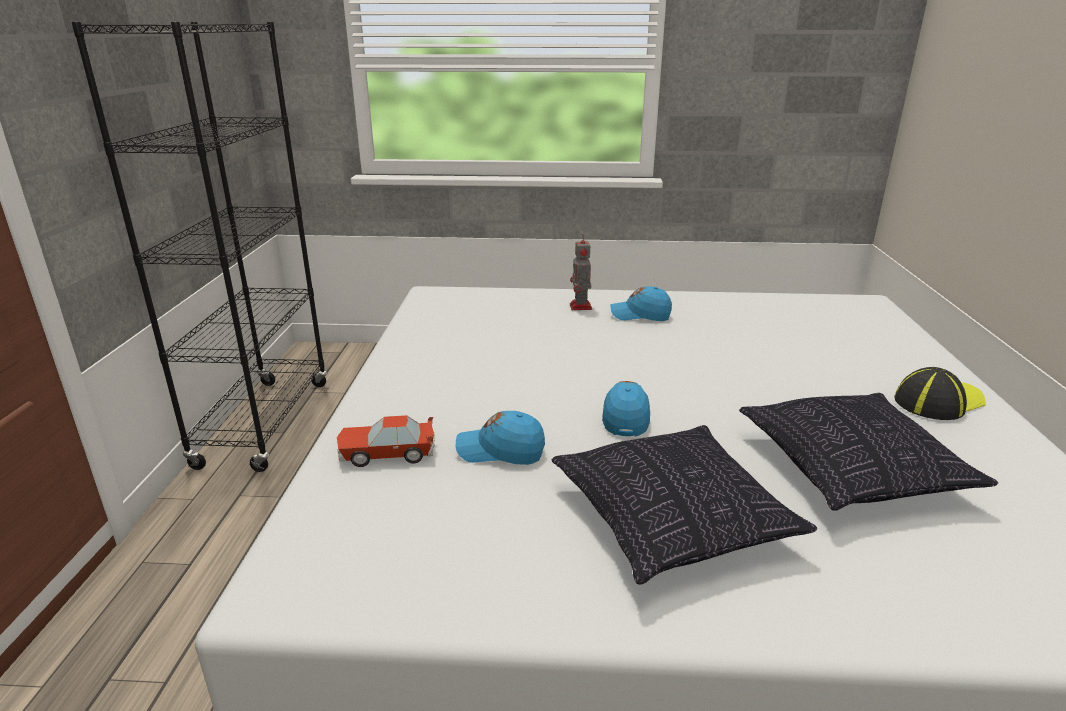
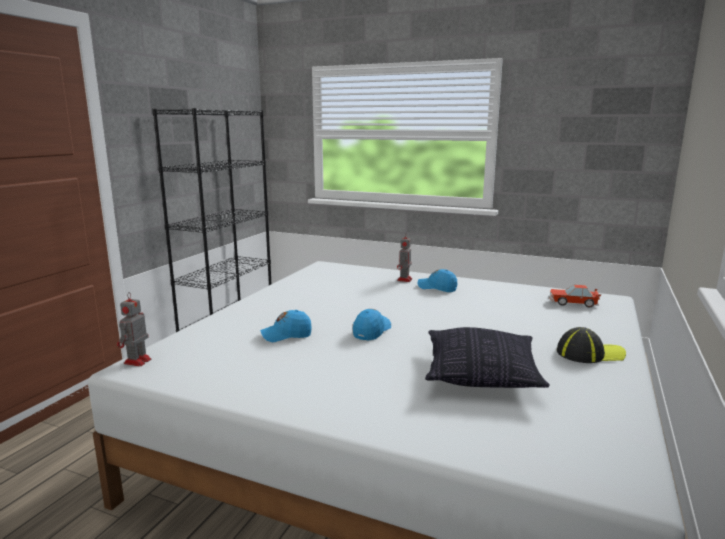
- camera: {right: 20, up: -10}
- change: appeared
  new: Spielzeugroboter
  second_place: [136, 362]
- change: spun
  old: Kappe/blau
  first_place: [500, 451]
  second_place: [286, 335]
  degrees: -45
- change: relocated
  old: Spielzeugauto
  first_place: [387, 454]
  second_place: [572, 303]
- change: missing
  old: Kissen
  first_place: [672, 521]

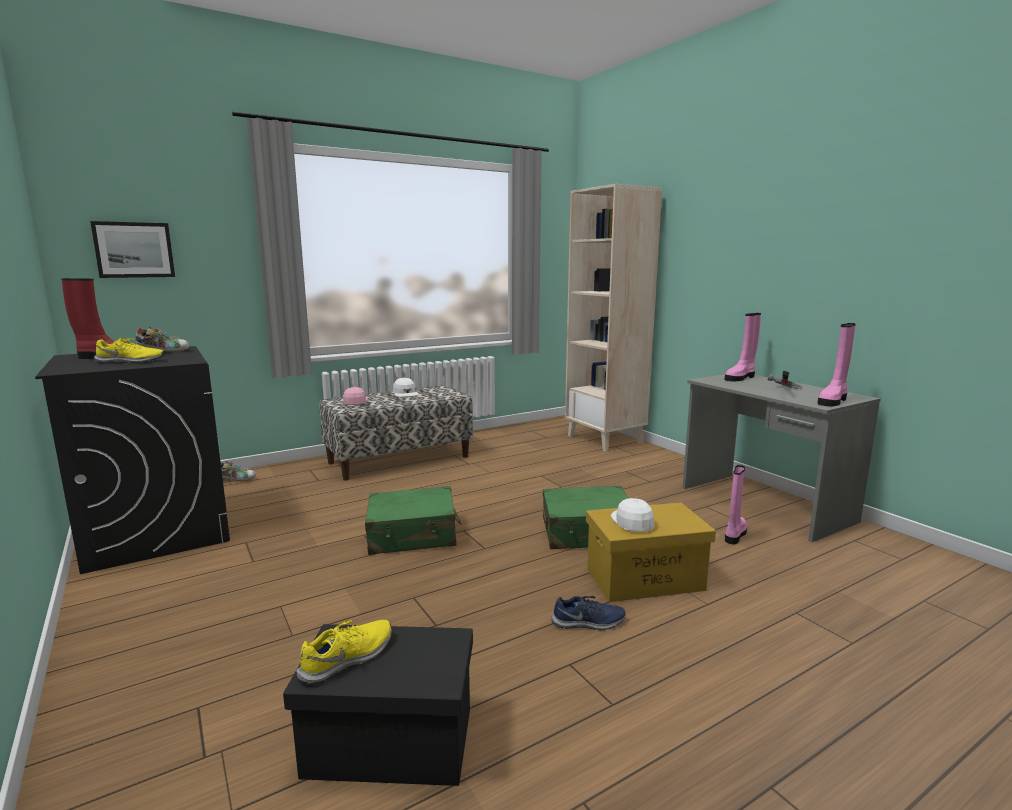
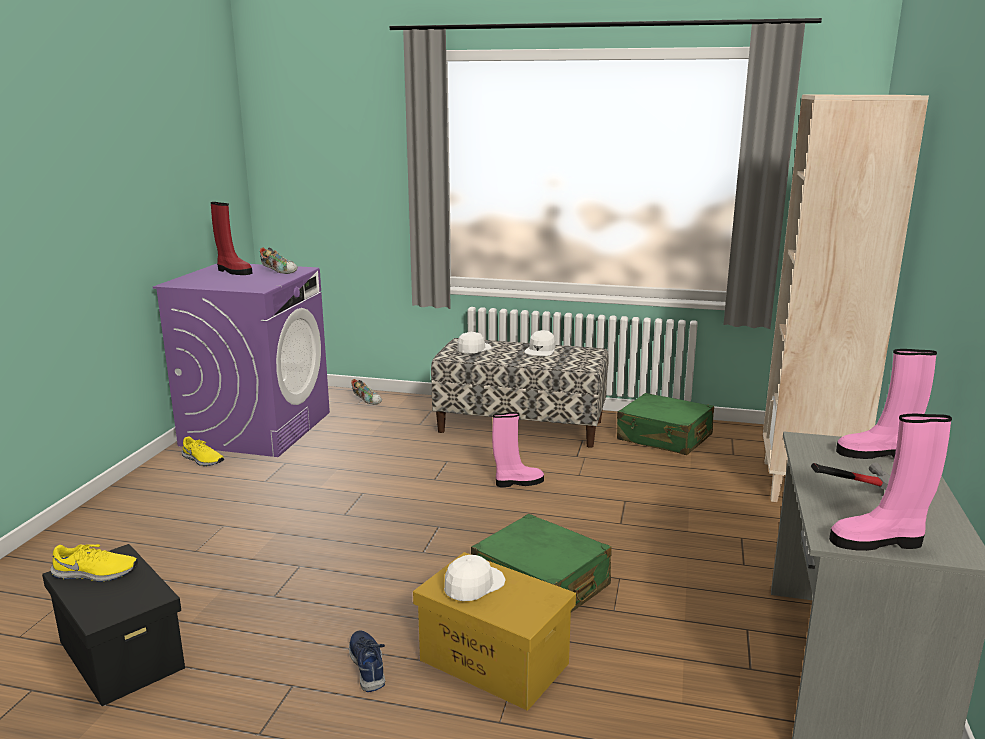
- camera: {right: 45, up: 5}
- change: colour
  old: Waschmaschine/schwarz
  new: Waschmaschine/lila
  first_place: [156, 530]
  second_place: [257, 428]
- change: relocated
  old: Schuh/gelb
  first_place: [130, 361]
  second_place: [202, 460]
- change: spun
  old: Schuh/blau
  first_place: [588, 623]
  second_place: [368, 665]
  degrees: -150
- change: colour
  old: Kappe/rosa
  new: Kappe/weiß
  first_place: [355, 402]
  second_place: [473, 349]
- change: relocated
  old: Stiefel/rosa
  first_place: [734, 535]
  second_place: [518, 482]
- change: relocated
  old: Koffer/grün
  first_place: [413, 535]
  second_place: [664, 438]
- change: missing
  old: Bild
  first_place: [134, 250]

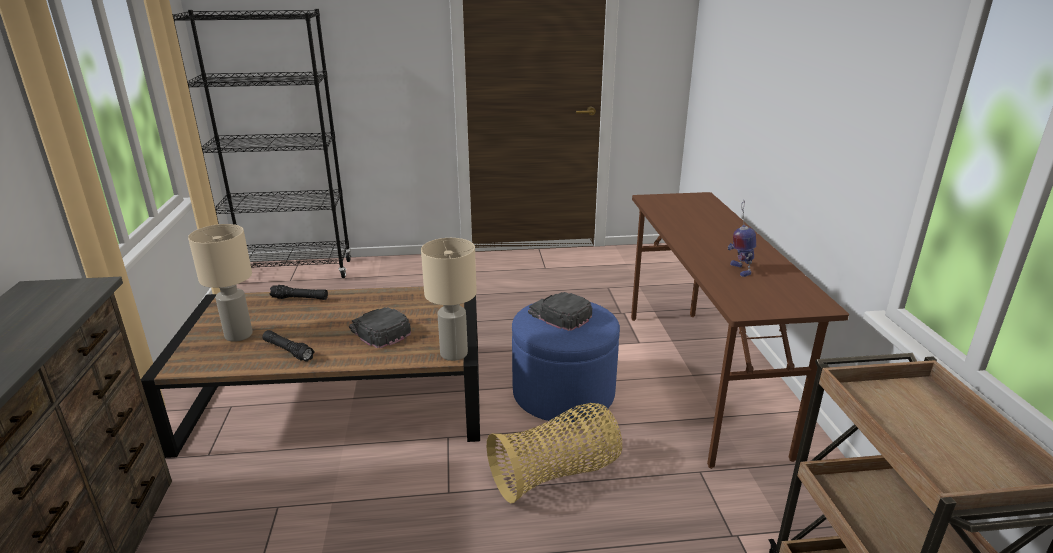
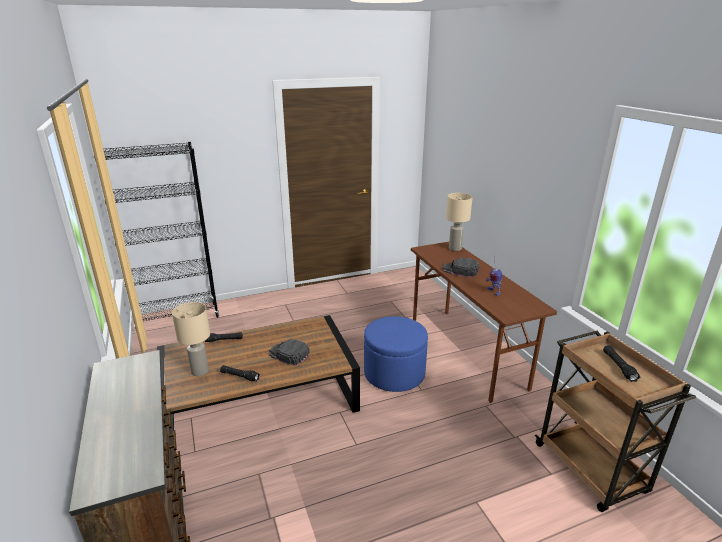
- camera: {right: -15, up: 0}
- change: relocated
  old: Kappe/schwarz
  first_place: [559, 315]
  second_place: [460, 270]
- change: relocated
  old: Tischlampe/beige
  first_place: [454, 354]
  second_place: [455, 248]
- change: appeared
  new: Taschenlampe/schwarz
  second_place: [619, 366]
- change: missing
  old: Korb
  first_place: [556, 474]

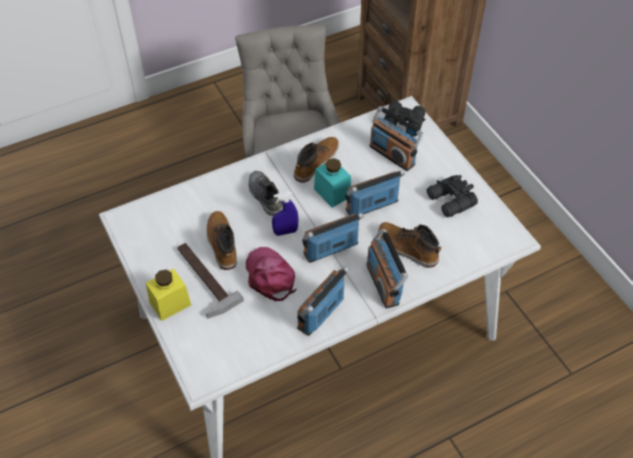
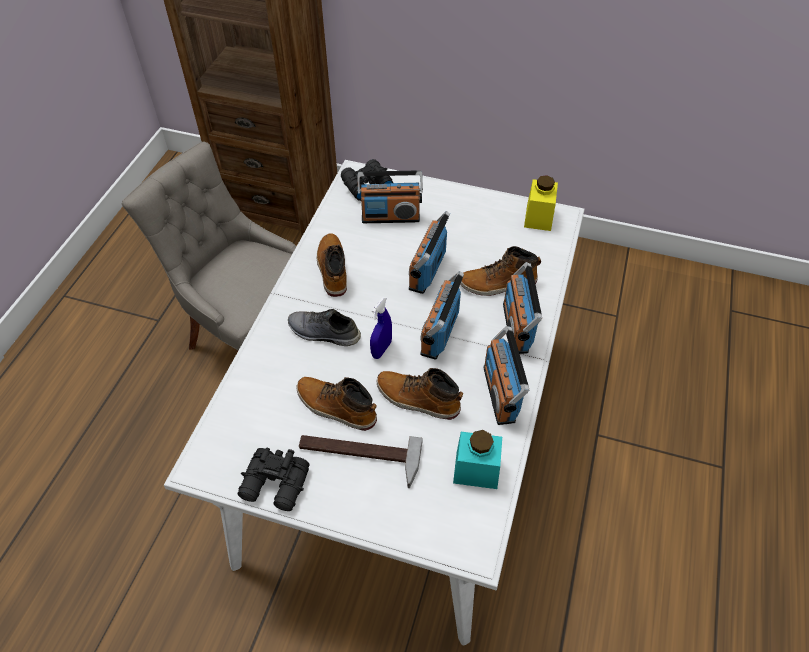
- camera: {right: -45, up: 0}
- change: relocated
  old: Fernglas/schwarz
  first_place: [450, 201]
  second_place: [276, 485]
- change: exchanged
  old: Kappe/rosa
  new: Stiefel
  first_place: [270, 276]
  second_place: [417, 399]
- change: relocated
  old: Vorratsglas/türkis
  first_place: [332, 193]
  second_place: [476, 470]
- change: spun
  old: Radio
  first_place: [383, 284]
  second_place: [516, 327]
  degrees: 60
- change: relocated
  old: Vorratsglas/gelb
  first_place: [170, 303]
  second_place: [538, 217]

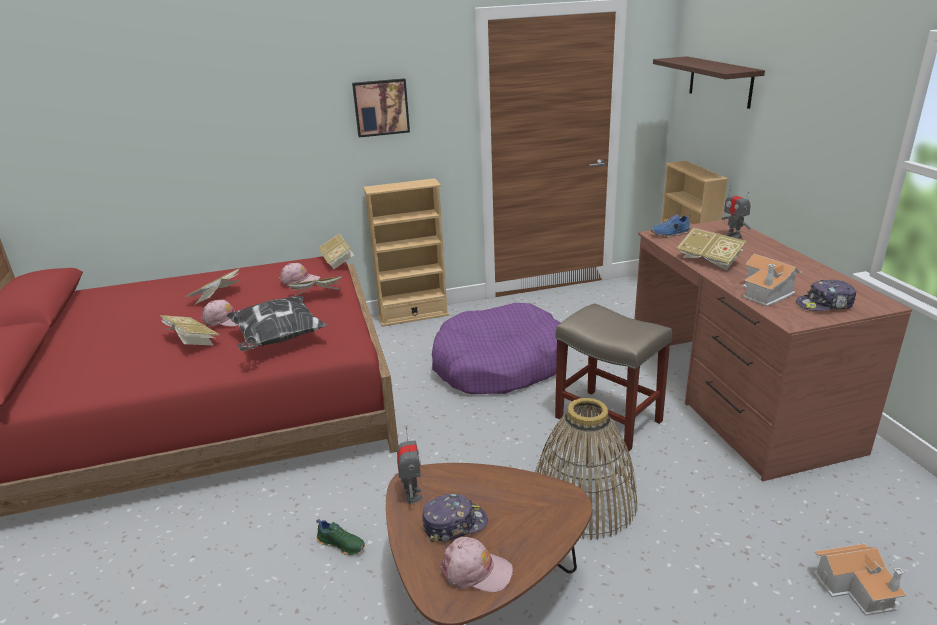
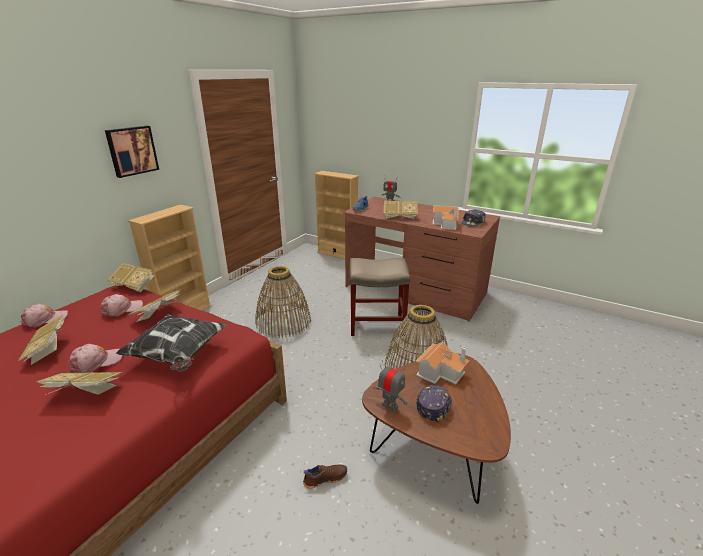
- camera: {right: -45, up: 0}
- change: relocated
  old: Kappe/rosa
  first_place: [476, 571]
  second_place: [45, 319]
- change: exchanged
  old: Hundebett/lila
  new: Korb
  first_place: [498, 365]
  second_place: [283, 322]
- change: colour
  old: Schuh/grün
  new: Schuh/braun
  first_place: [342, 544]
  second_place: [325, 478]
- change: relocated
  old: Spielzeughaus
  first_place: [856, 588]
  second_place: [441, 371]
- change: missing
  old: Wandregal
  first_place: [720, 81]

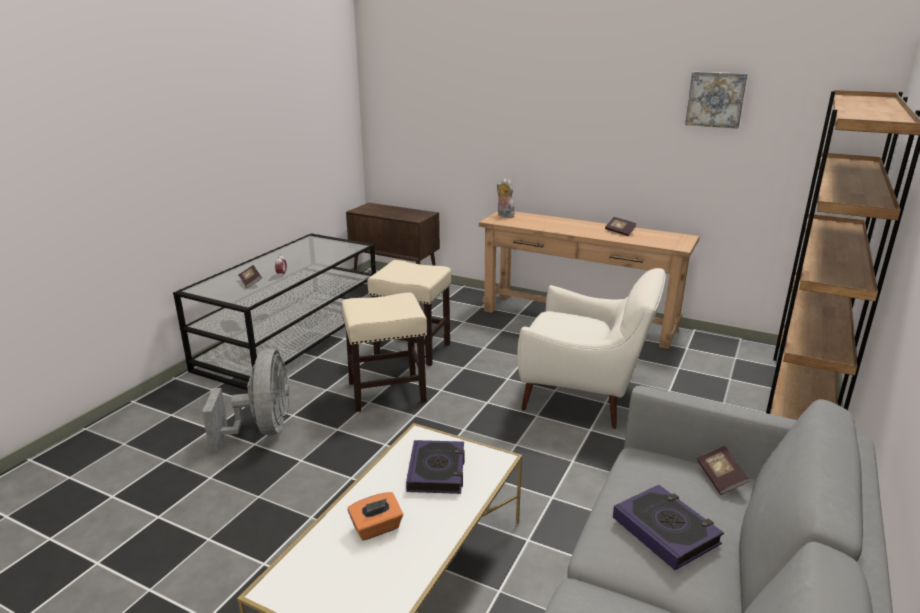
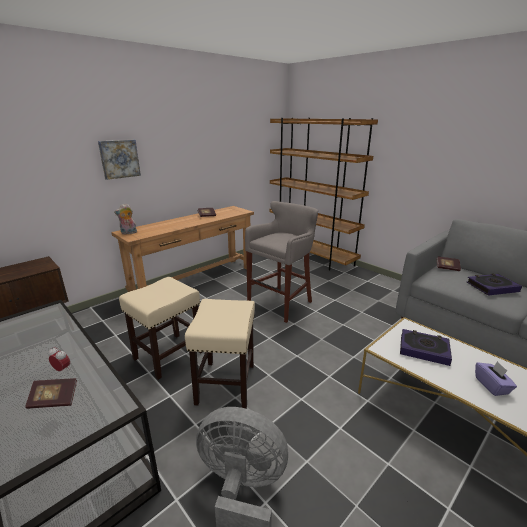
- camera: {right: -70, up: 0}
- change: relocated
  old: Bild
  first_place: [716, 99]
  second_place: [119, 159]
- change: exchanged
  old: Sessel/weiß
  new: Hocker/grau
  first_place: [584, 396]
  second_place: [282, 303]
- change: colour
  old: Taschentuchbox/orange
  new: Taschentuchbox/lila
  first_place: [376, 528]
  second_place: [492, 386]

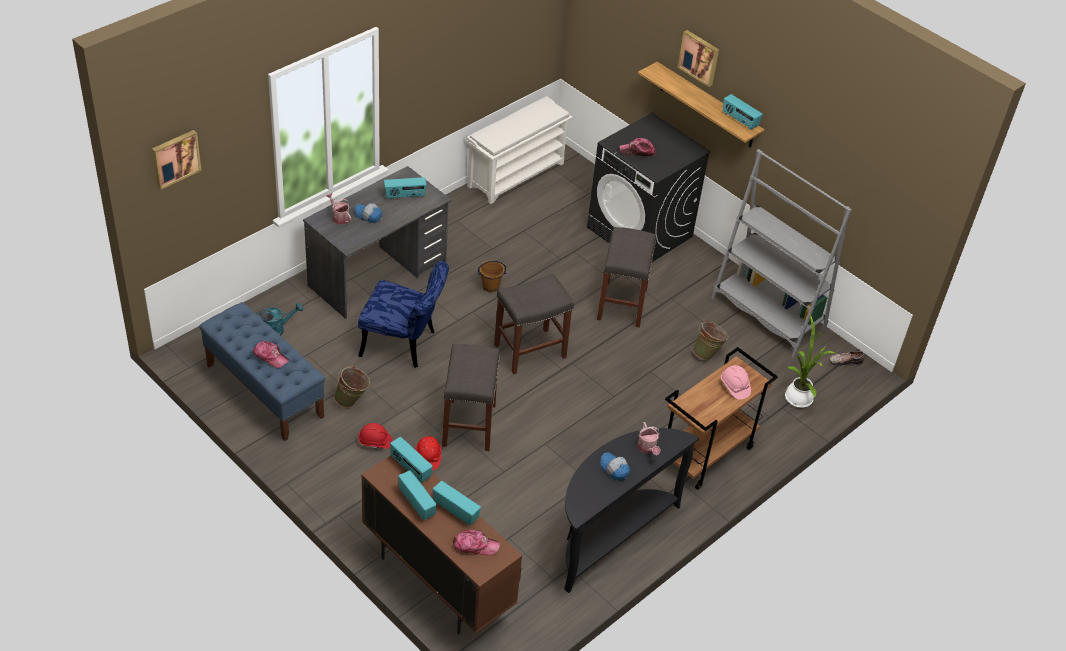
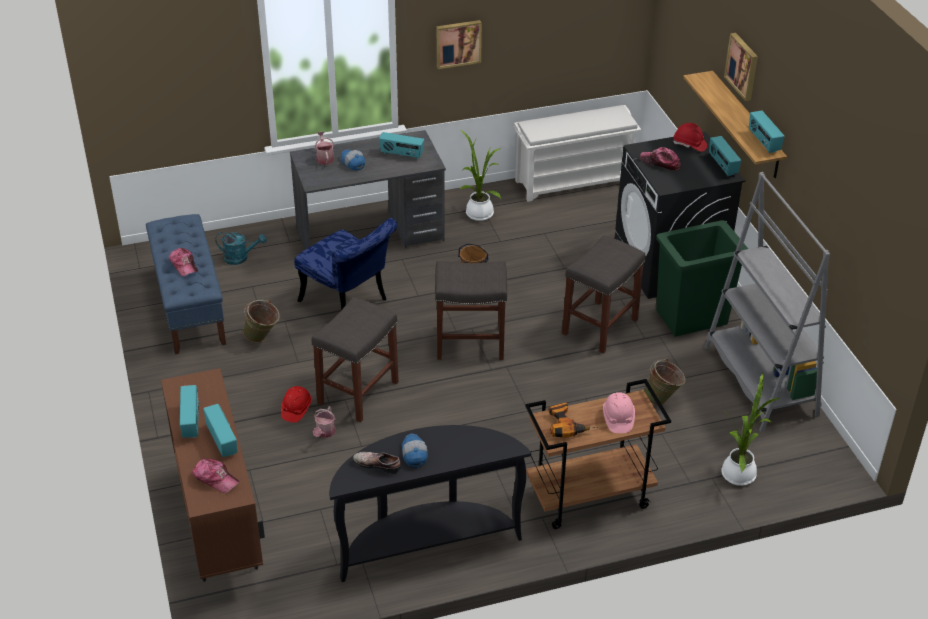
- camera: {right: 30, up: -5}
- change: relocated
  old: Gießkanne
  first_place: [647, 448]
  second_place: [324, 433]
- change: relocated
  old: Schuh
  first_place: [845, 360]
  second_place: [377, 464]
- change: relocated
  old: Bild
  first_place: [175, 158]
  second_place: [458, 43]
- change: appeared
  new: Topfpflanze
  second_place: [478, 212]
- change: appeared
  new: Bohrmaschine
  second_place: [568, 424]
- change: appeared
  new: Mülleimer/grün
  second_place: [692, 317]
- change: relocated
  old: Schutzhelm/rot
  first_place: [375, 442]
  second_place: [689, 145]
- change: relocated
  old: Radio
  first_place: [410, 468]
  second_place: [722, 165]

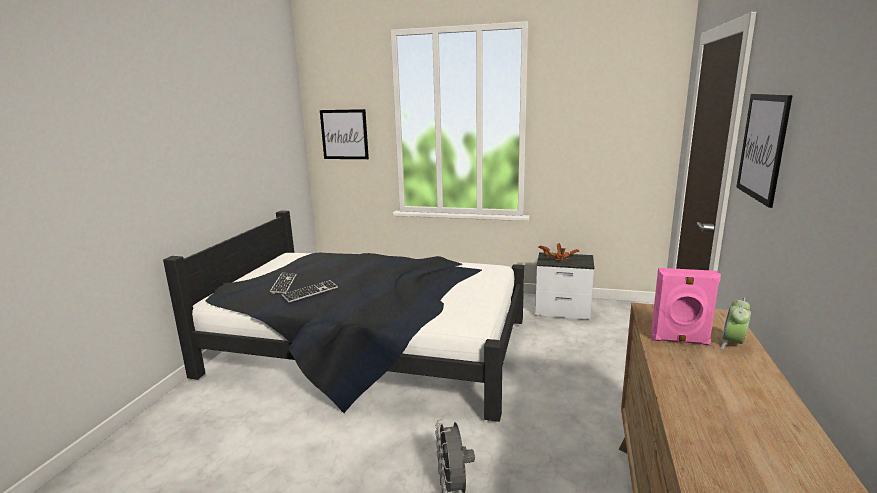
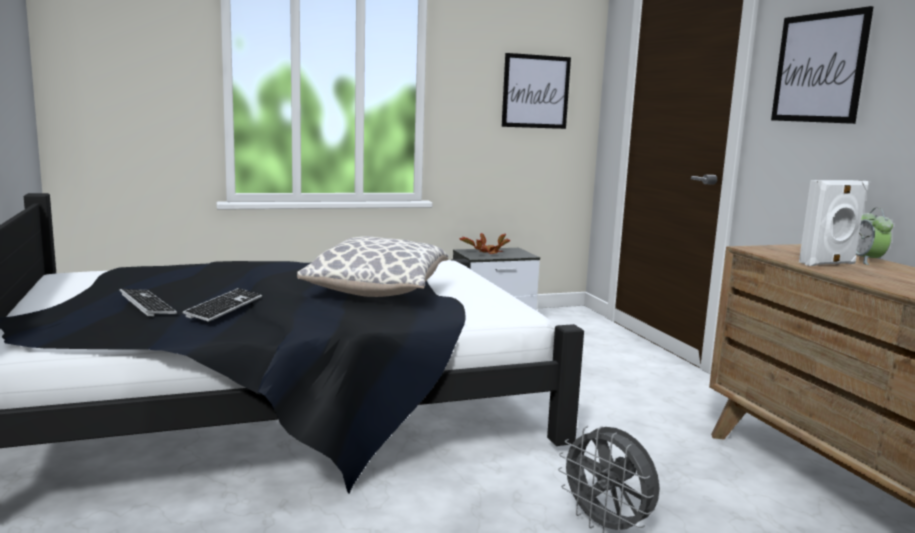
- camera: {right: -35, up: -5}
- change: appeared
  new: Kissen
  second_place: [377, 292]
- change: relocated
  old: Bild
  first_place: [344, 134]
  second_place: [535, 91]
- change: colour
  old: Lautsprecher/rosa
  new: Lautsprecher/weiß
  first_place: [679, 341]
  second_place: [828, 263]

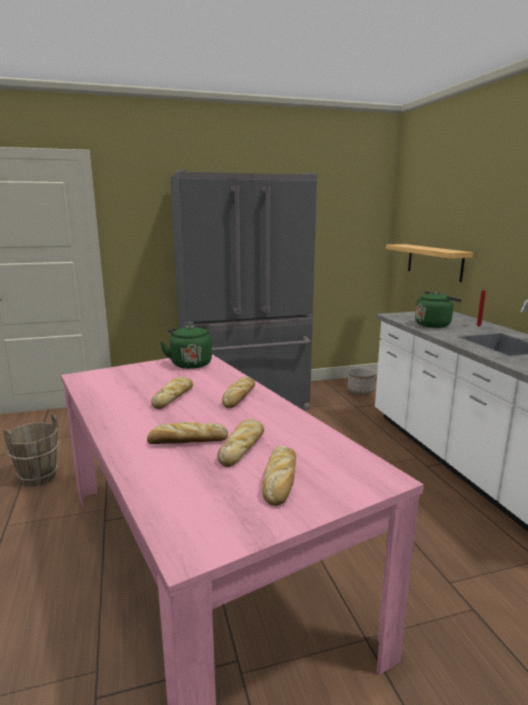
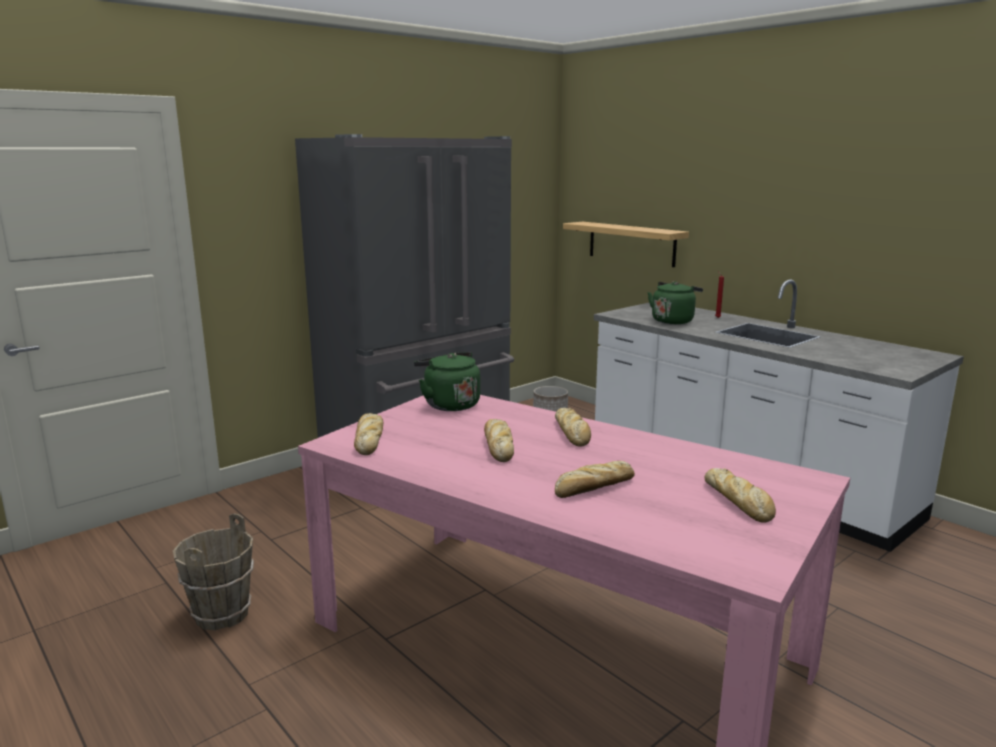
- camera: {right: -25, up: 0}
- change: relocated
  old: Brot
  first_place: [242, 447]
  second_place: [369, 439]

